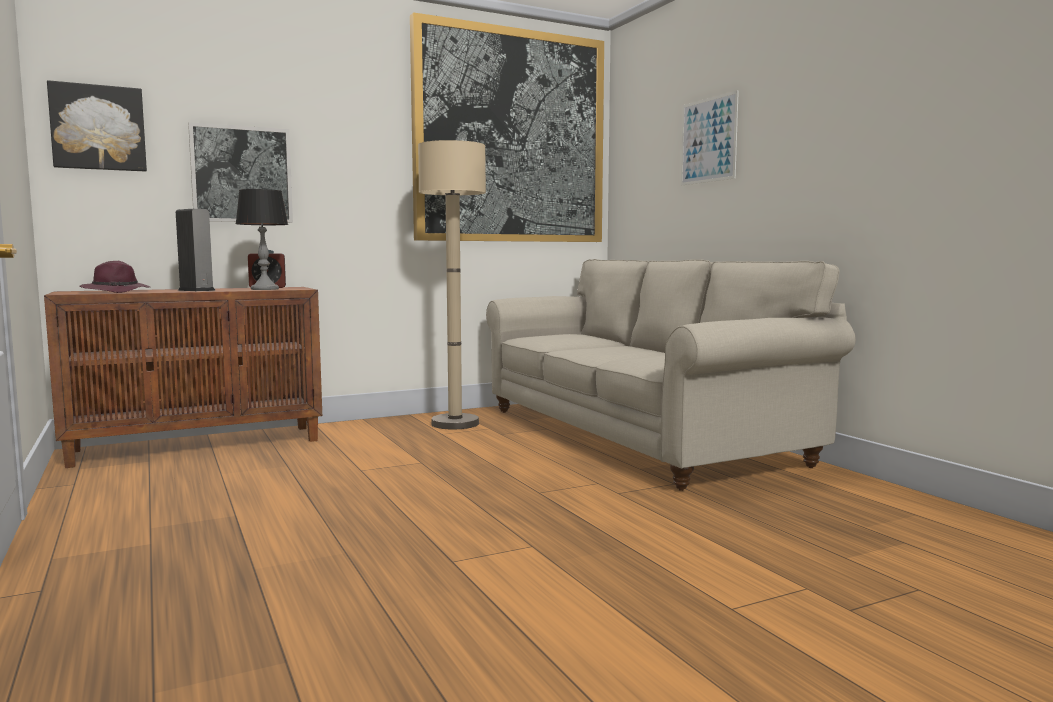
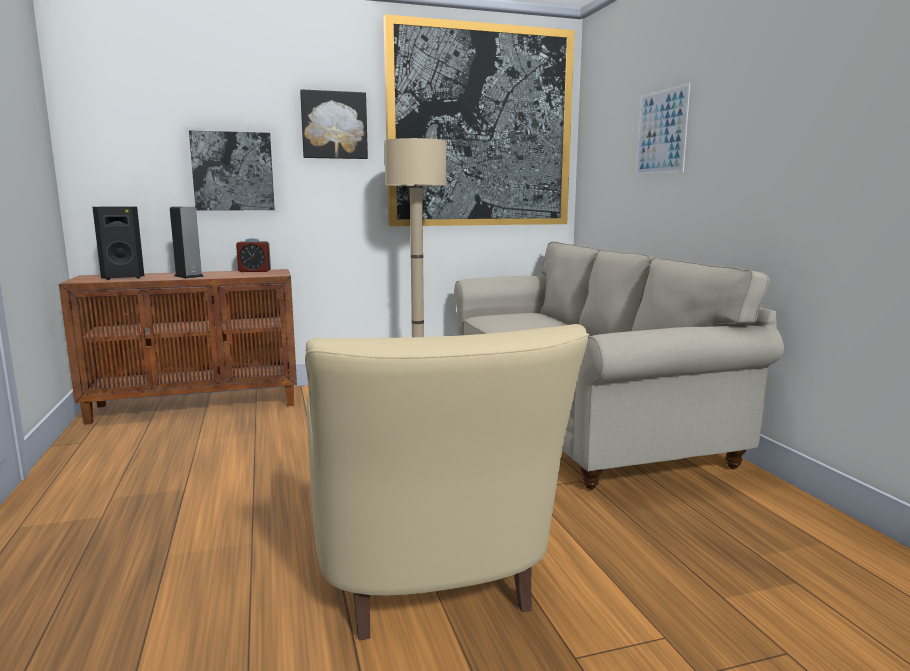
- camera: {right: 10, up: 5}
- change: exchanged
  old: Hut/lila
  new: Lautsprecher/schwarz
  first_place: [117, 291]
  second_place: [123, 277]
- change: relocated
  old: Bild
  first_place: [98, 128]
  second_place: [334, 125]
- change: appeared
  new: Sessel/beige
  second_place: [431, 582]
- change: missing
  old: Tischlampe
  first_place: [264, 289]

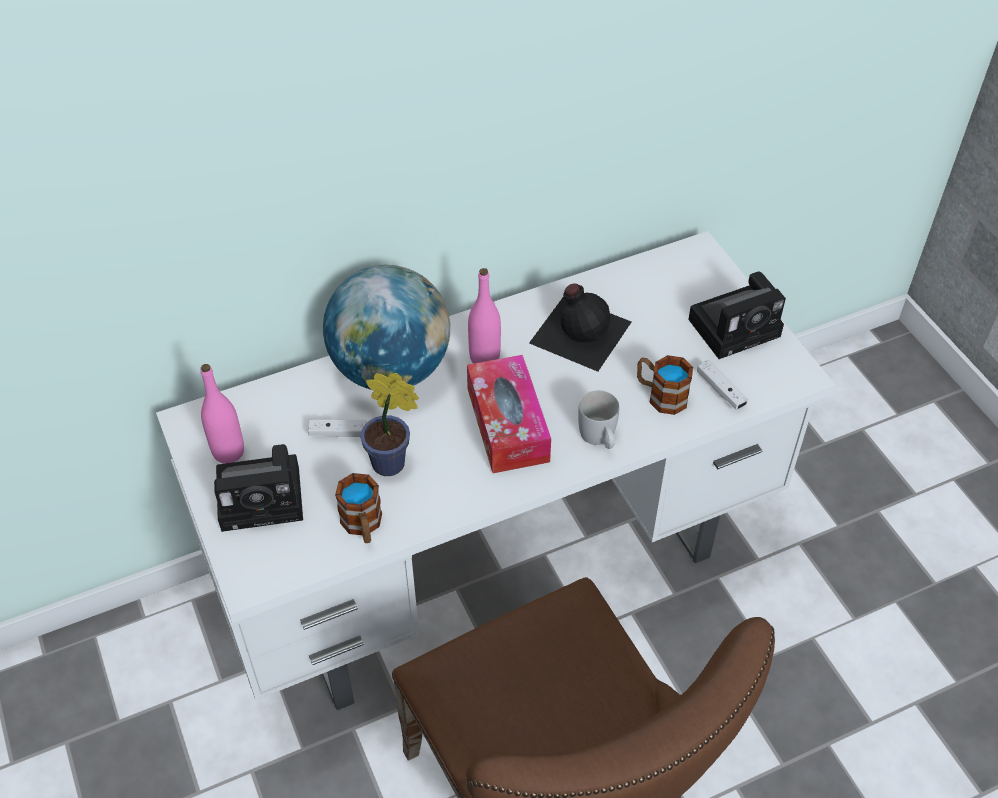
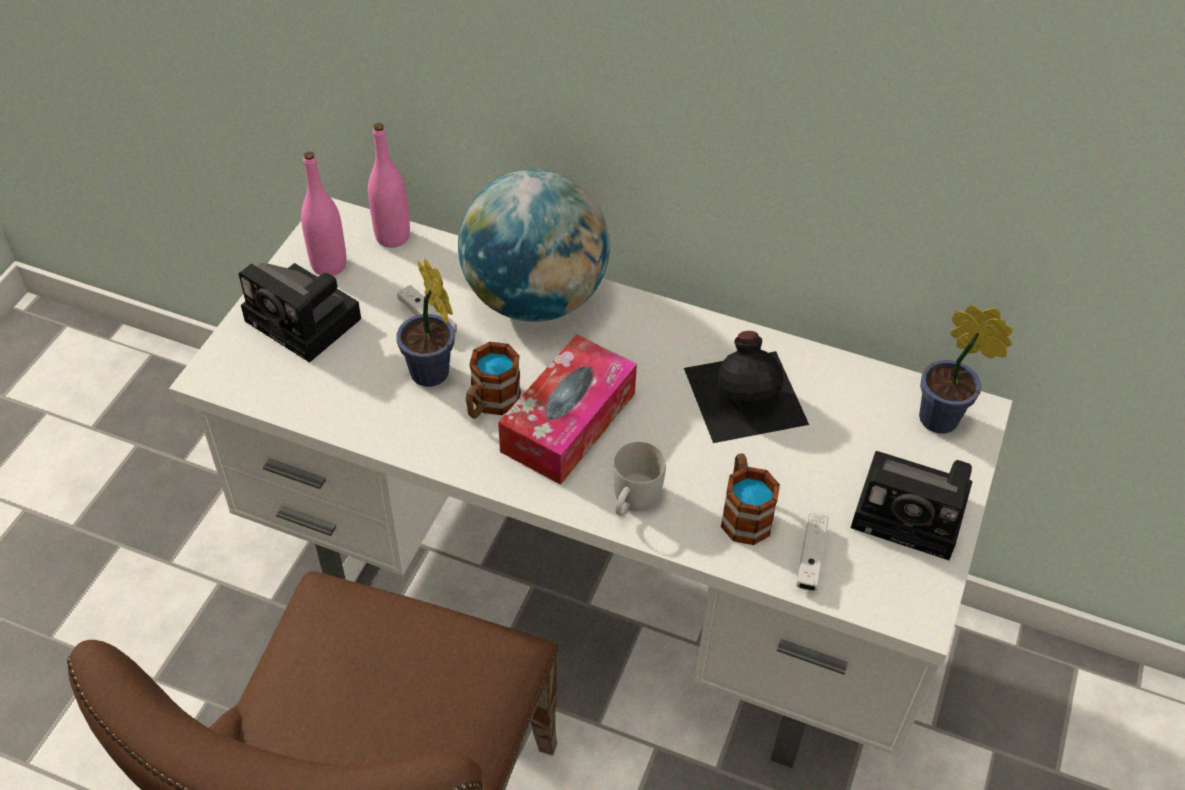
- camera: {right: 45, up: 0}
- change: relocated
  old: Flasche/rosa
  first_place: [484, 358]
  second_place: [392, 237]
- change: relocated
  old: Henkelbecher
  first_place: [363, 526]
  second_place: [490, 403]
- change: appeared
  new: Topfpflanze
  second_place: [944, 421]

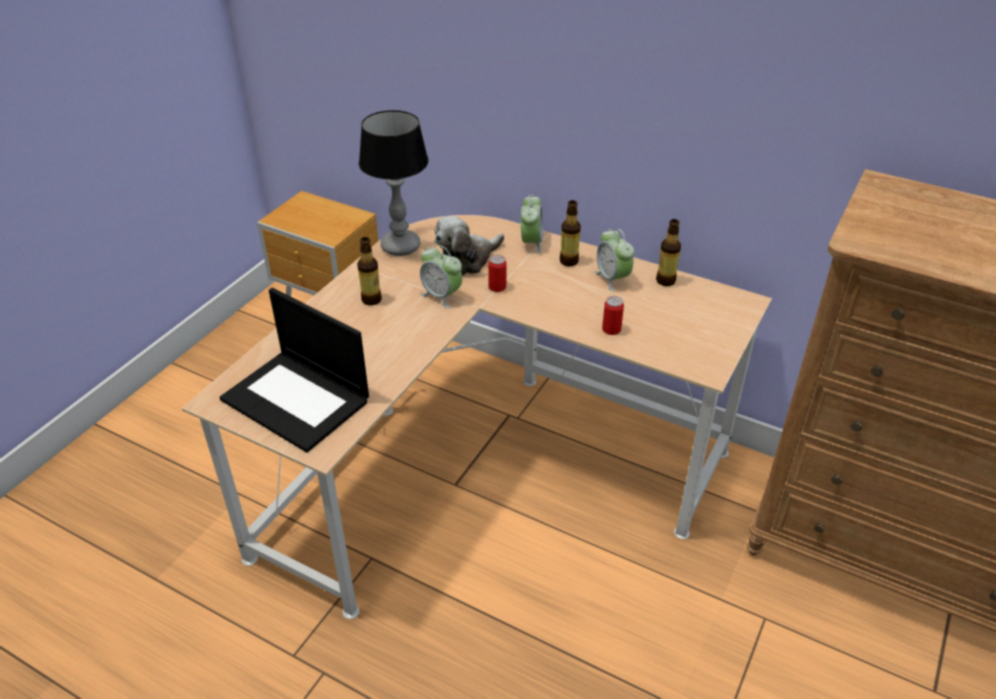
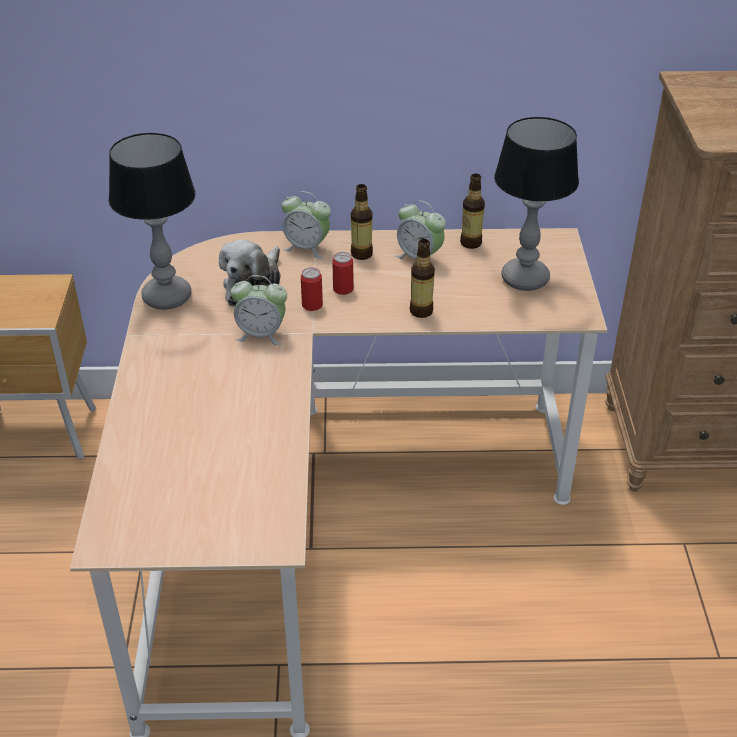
- camera: {right: -30, up: 0}
- change: spun
  old: Wecker
  first_place: [531, 243]
  second_place: [307, 248]
  degrees: 135
- change: relocated
  old: Dose
  first_place: [611, 329]
  second_place: [343, 289]
- change: relocated
  old: Flasche
  first_place: [371, 299]
  second_place: [421, 311]
- change: appeared
  new: Tischlampe
  second_place: [525, 278]
- change: missing
  old: Laptop
  first_place: [297, 400]

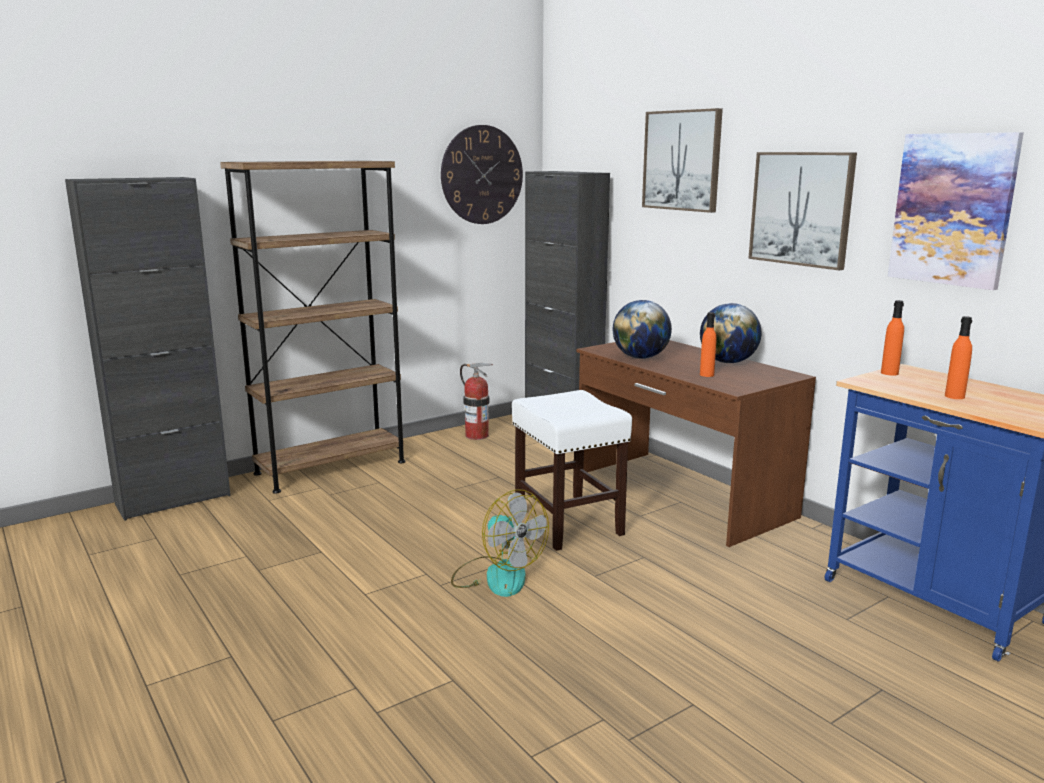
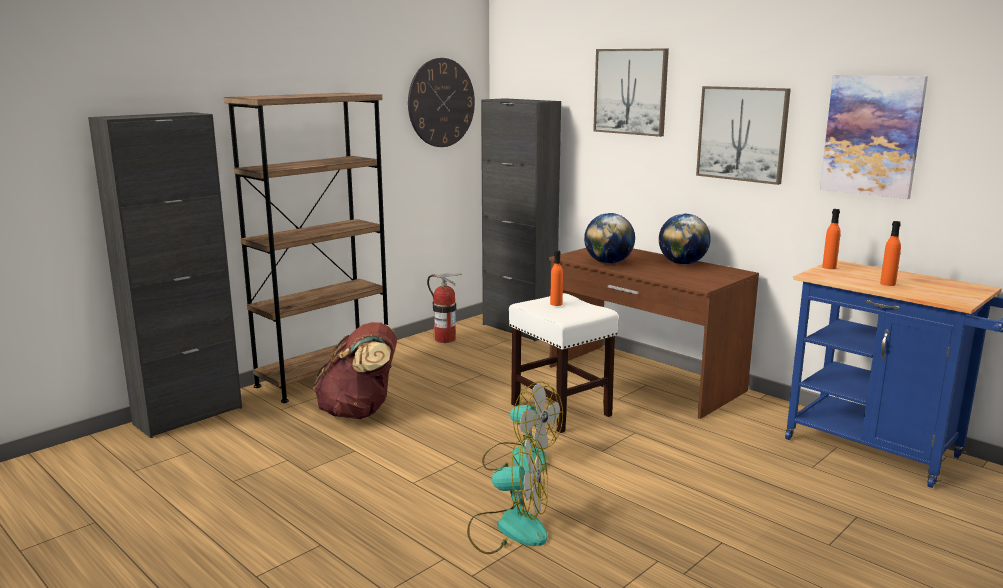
- camera: {right: -10, up: 0}
- change: appeared
  new: Rucksack/braun
  second_place: [360, 412]
- change: appeared
  new: Ventilator
  second_place: [509, 528]
- change: relocated
  old: Flasche/orange
  first_place: [706, 375]
  second_place: [556, 304]

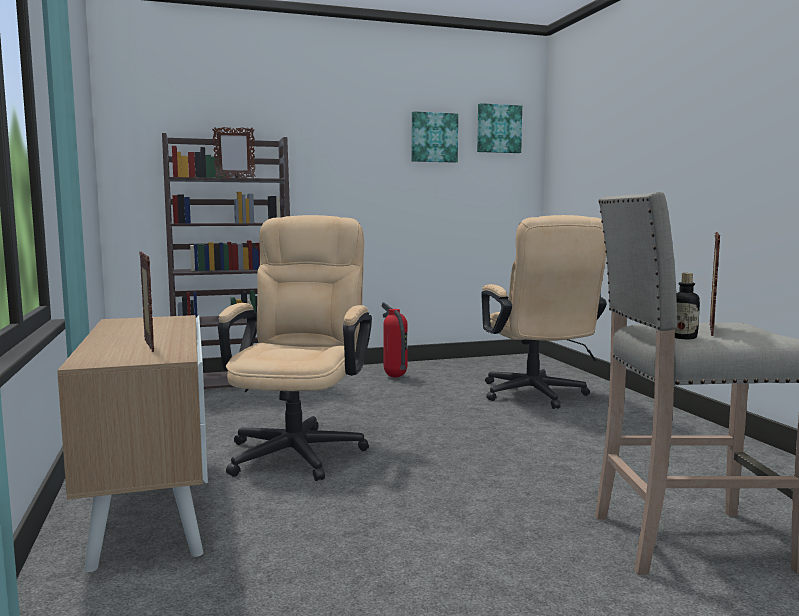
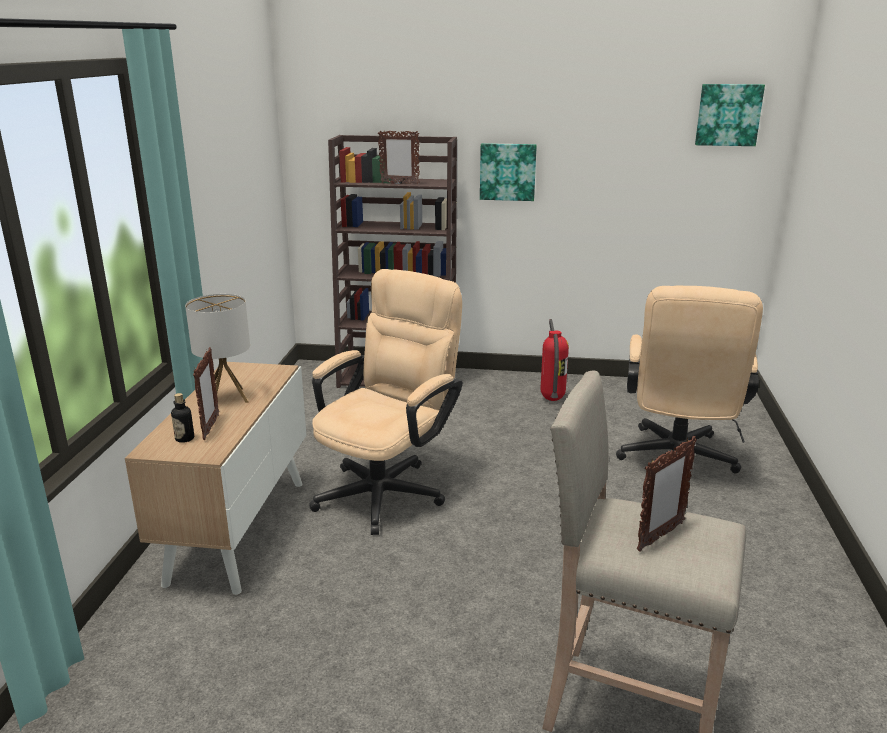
- camera: {right: 25, up: 15}
- change: relocated
  old: Flasche
  first_place: [683, 337]
  second_place: [184, 438]
- change: appeared
  new: Tischlampe
  second_place: [227, 398]
- change: relocated
  old: Bild
  first_place: [434, 137]
  second_place: [507, 171]

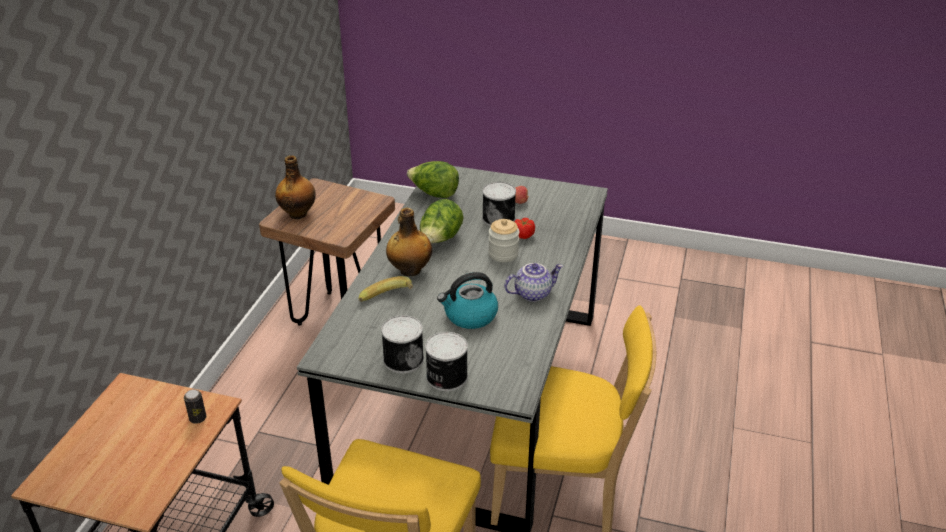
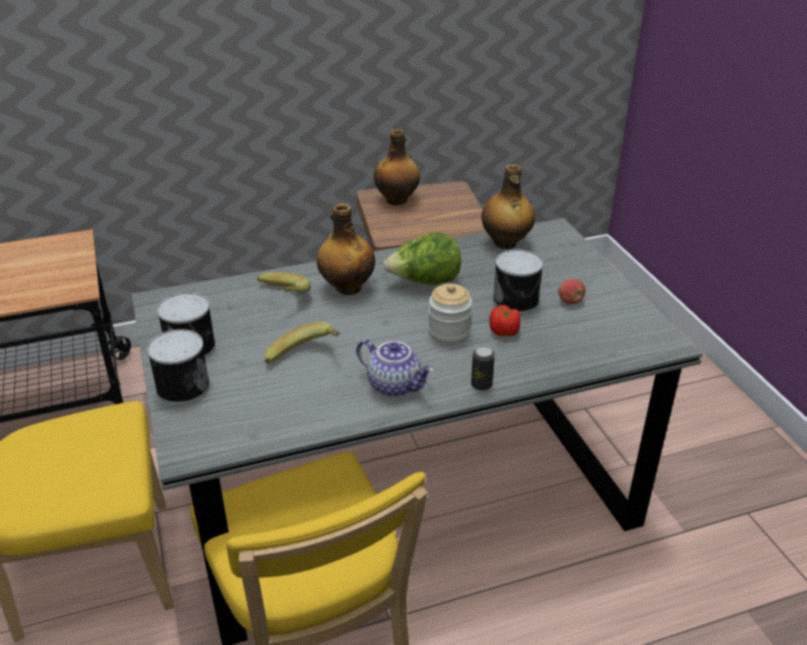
- camera: {right: 55, up: 0}
- change: exchanged
  old: Wasserkessel
  new: Banane
  first_place: [470, 316]
  second_place: [305, 358]
- change: relocated
  old: Dose
  first_place: [198, 418]
  second_place: [481, 385]
- change: exchanged
  old: Salatkopf
  new: Flasche
  first_place: [434, 194]
  second_place: [505, 243]

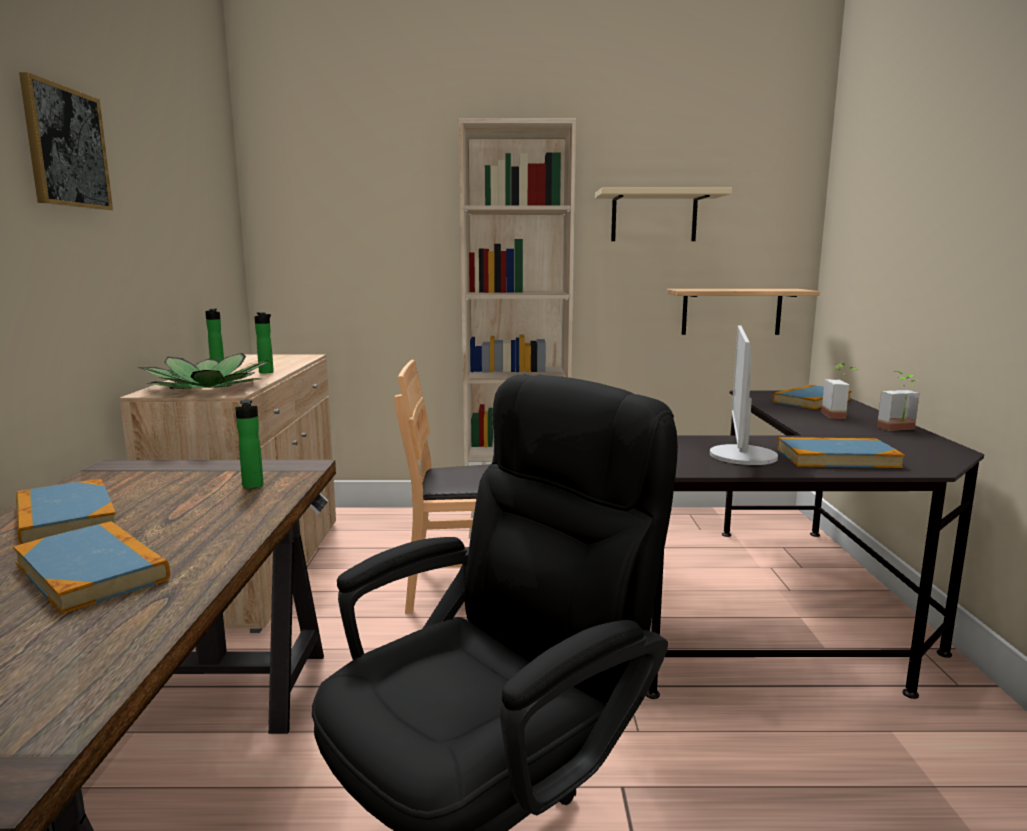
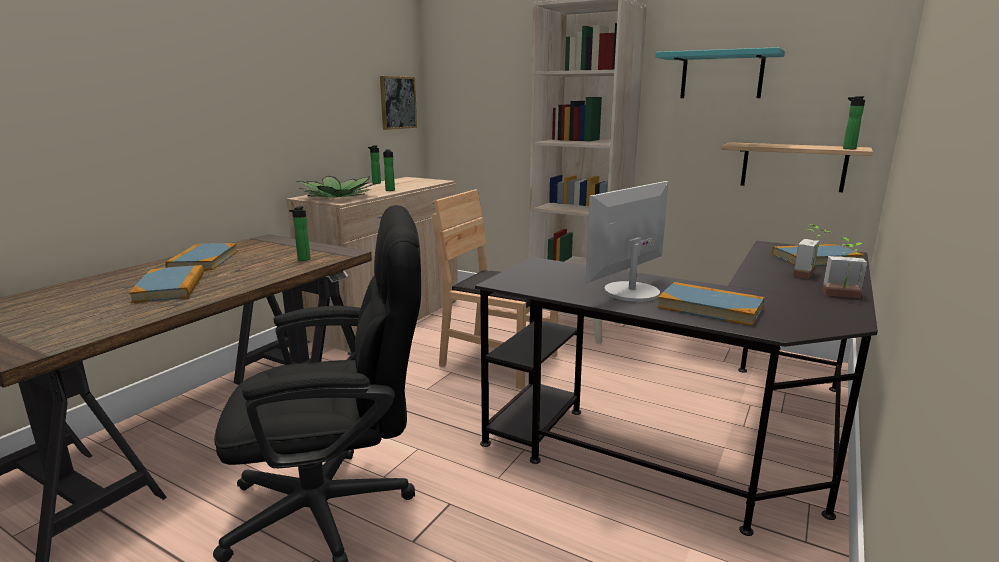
- camera: {right: 30, up: 5}
- change: relocated
  old: Bild
  first_place: [66, 147]
  second_place: [397, 102]
- change: colour
  old: Wandregal/beige
  new: Wandregal/türkis
  first_place: [654, 217]
  second_place: [721, 75]
- change: appeared
  new: Flasche
  second_place: [847, 149]

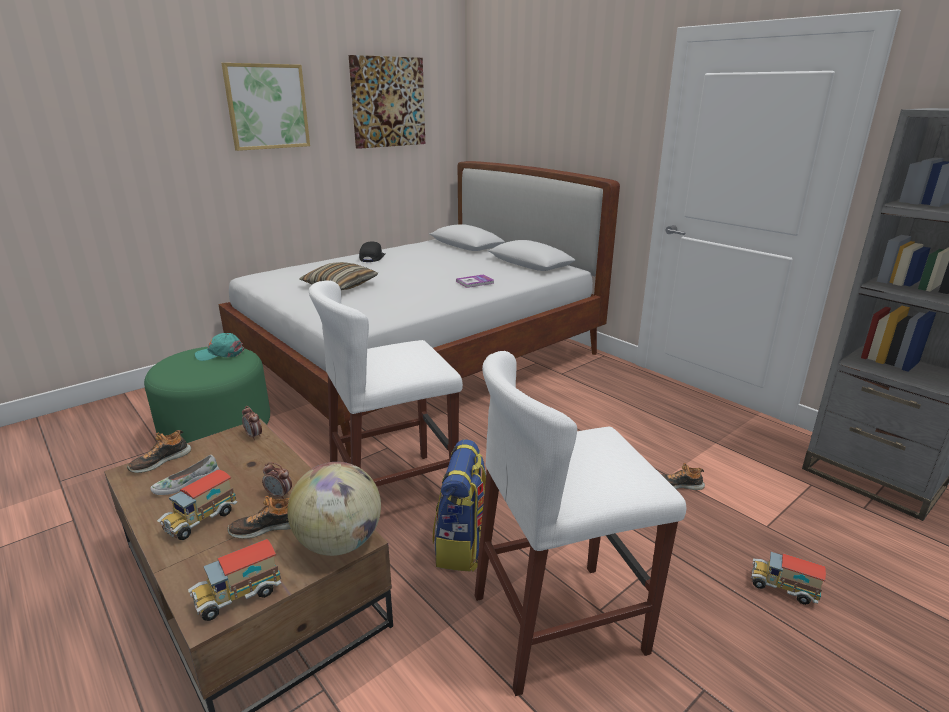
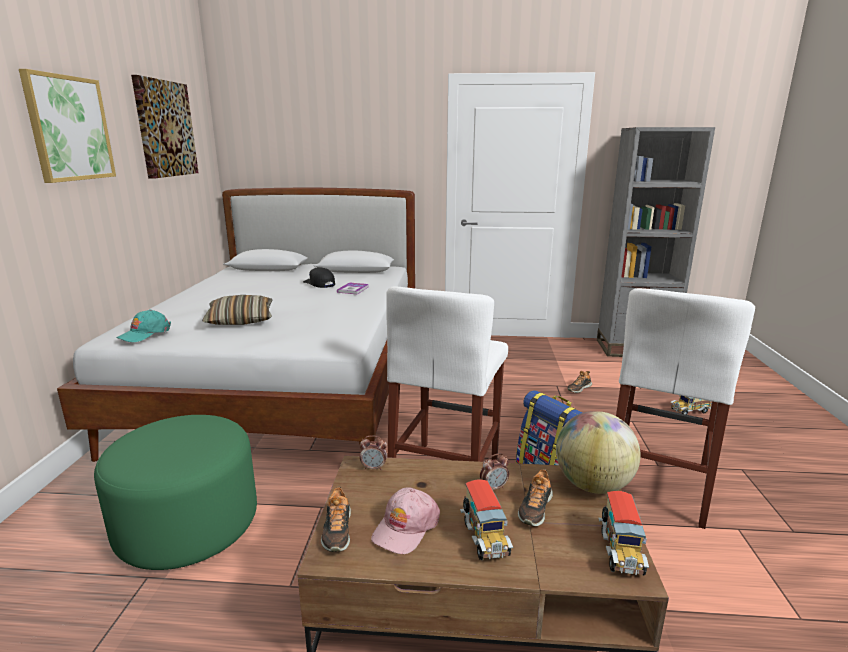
- camera: {right: -45, up: -5}
- change: relocated
  old: Kappe/türkis
  first_place: [220, 353]
  second_place: [145, 334]
- change: relocated
  old: Kappe/schwarz
  first_place: [372, 257]
  second_place: [319, 283]
- change: exchanged
  old: Schuh/weiß
  new: Kappe/rosa
  first_place: [186, 483]
  second_place: [405, 527]

